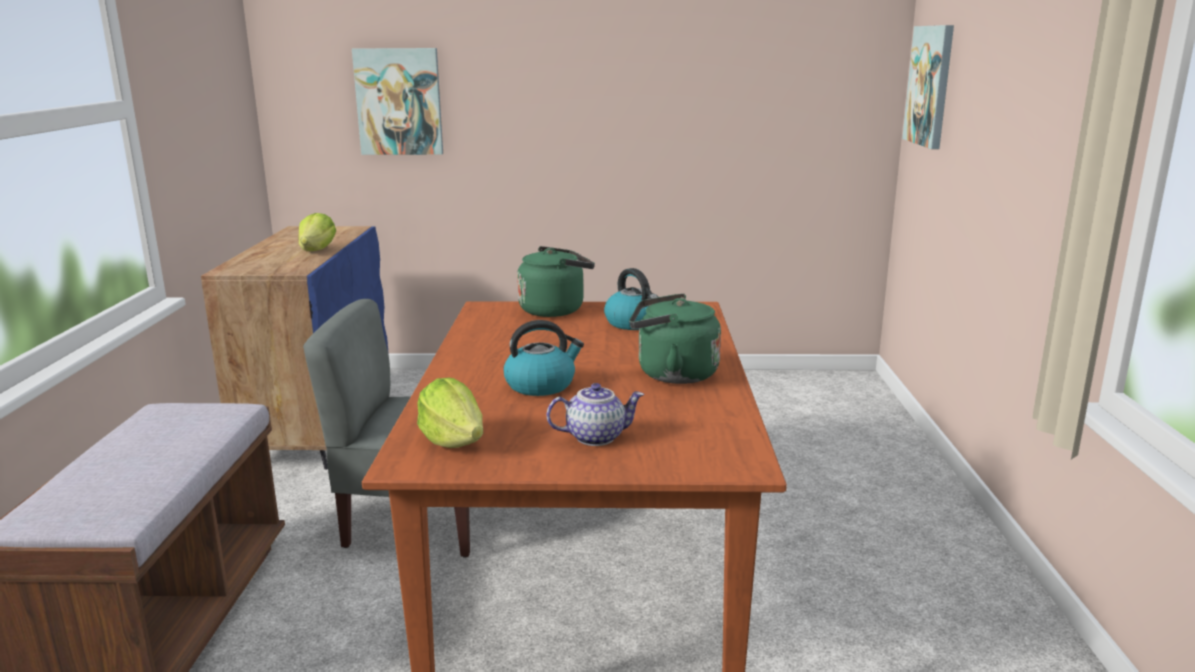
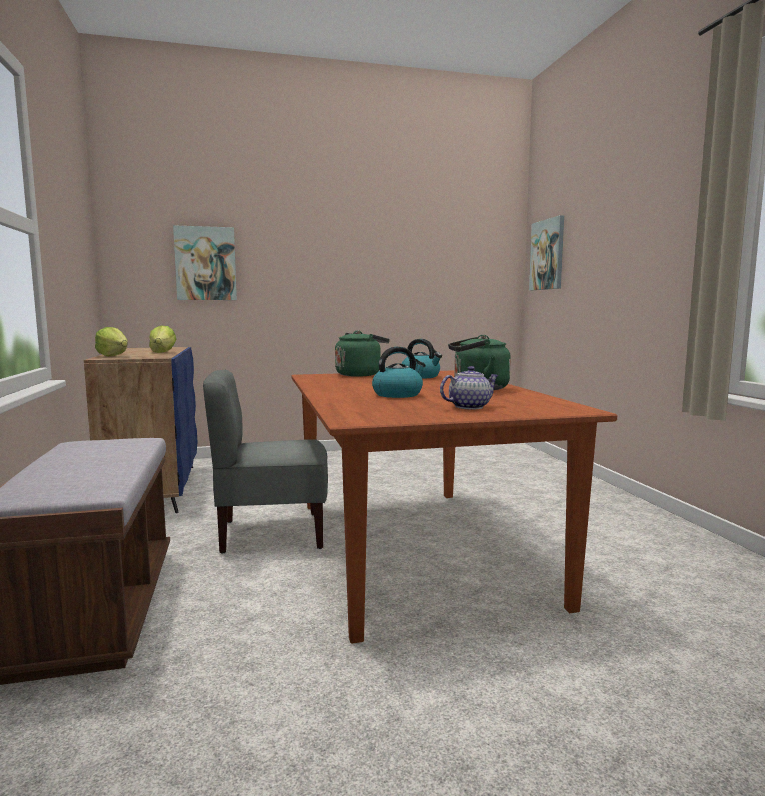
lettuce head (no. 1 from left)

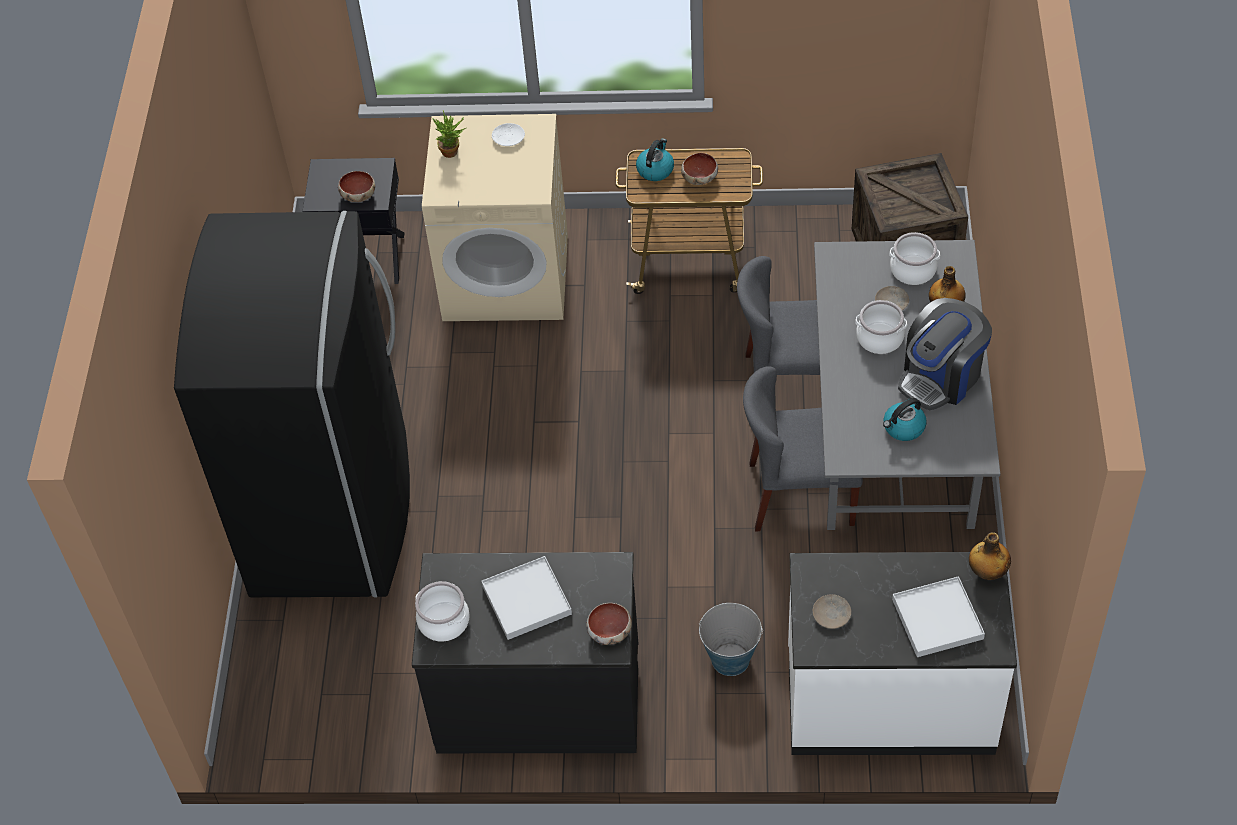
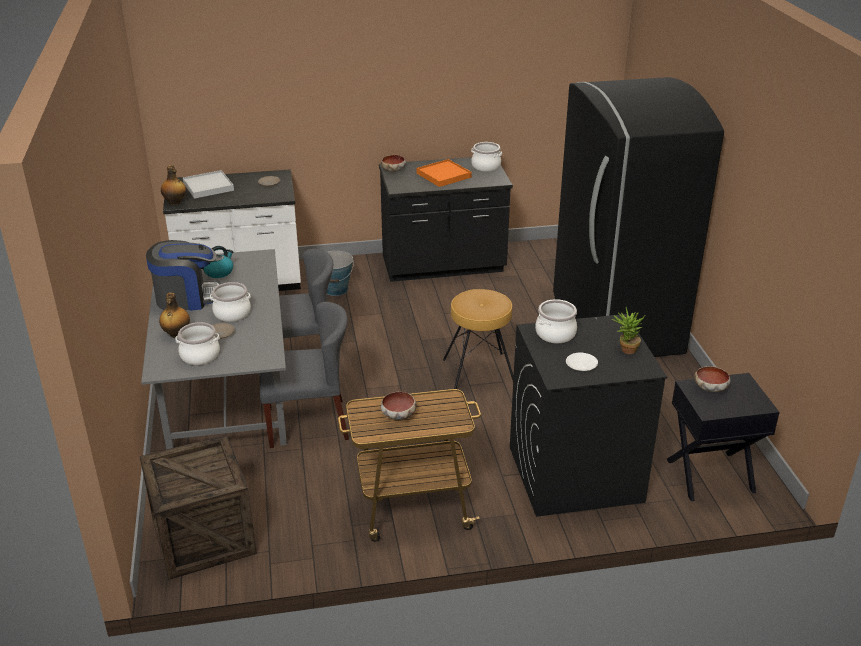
laundry machine in blackish
carrying tray in orangey
kettle (no. 1 from left in the first image)
coffee maker
sitting stool in brownish
cooking pot (no. 4 from left)

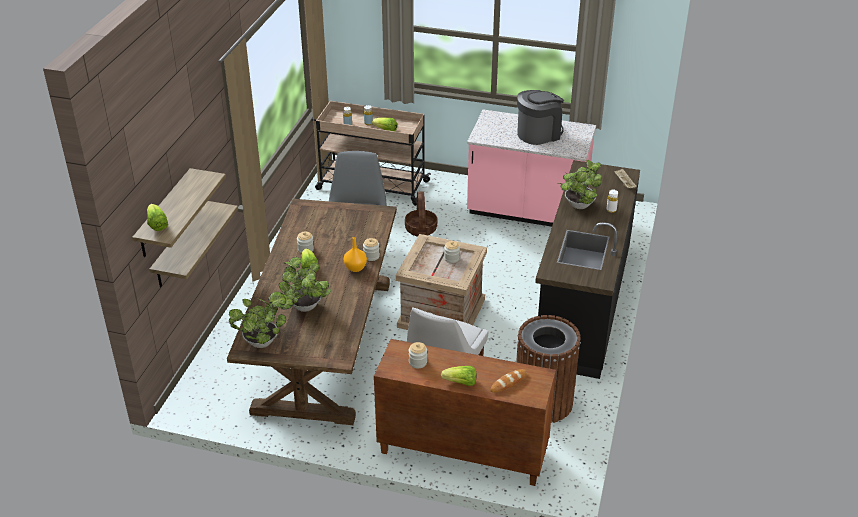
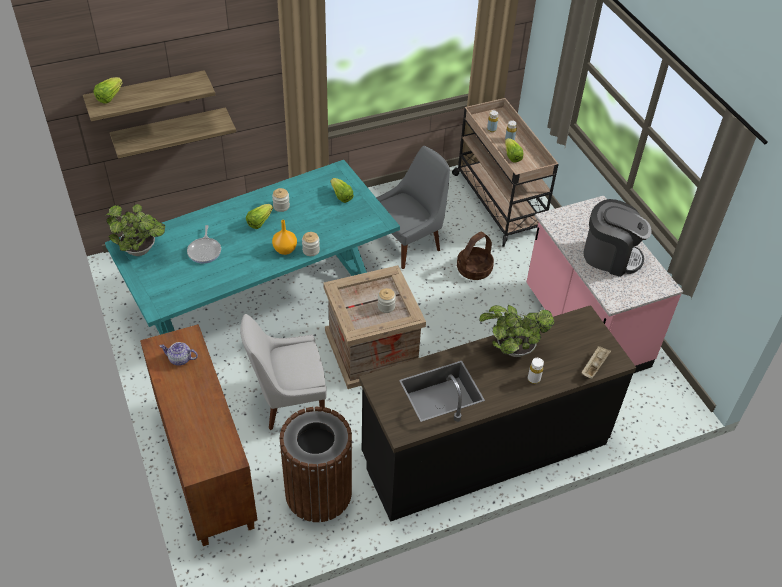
dining table in turquoise
skillet
teapot
lettuce head (no. 3 from left)
bread

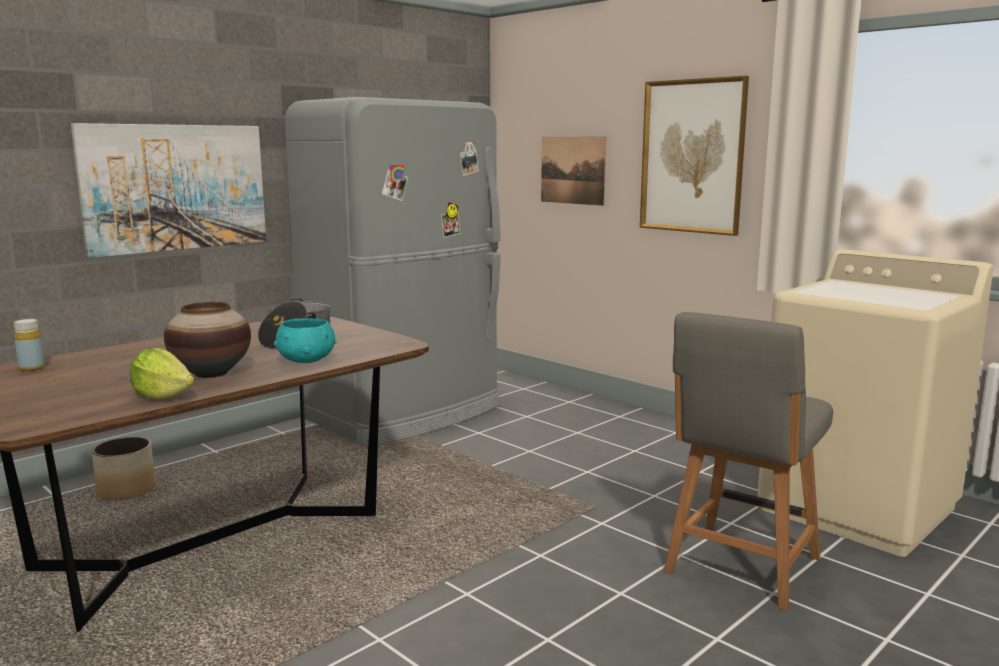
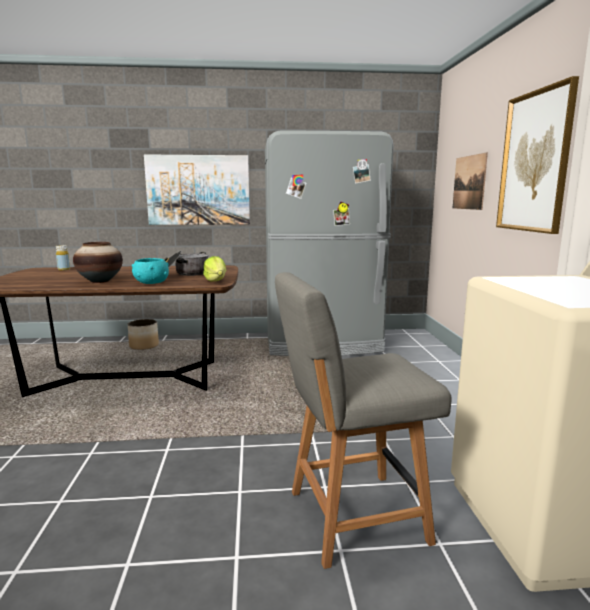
lettuce head

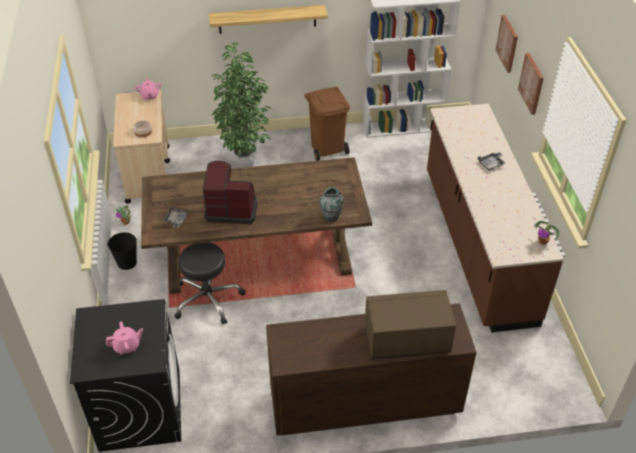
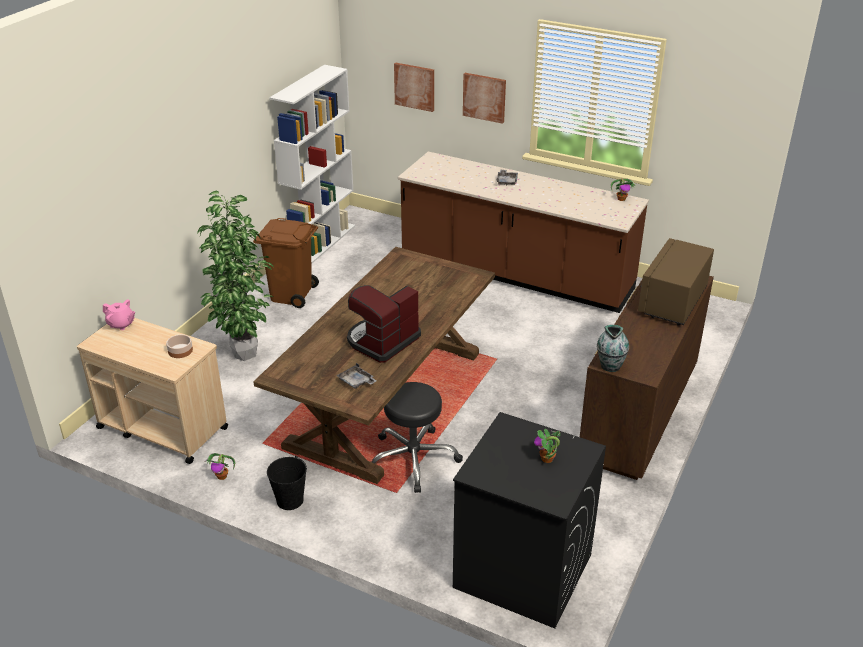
houseplant (no. 3 from left)
bracket shelf
flower vase

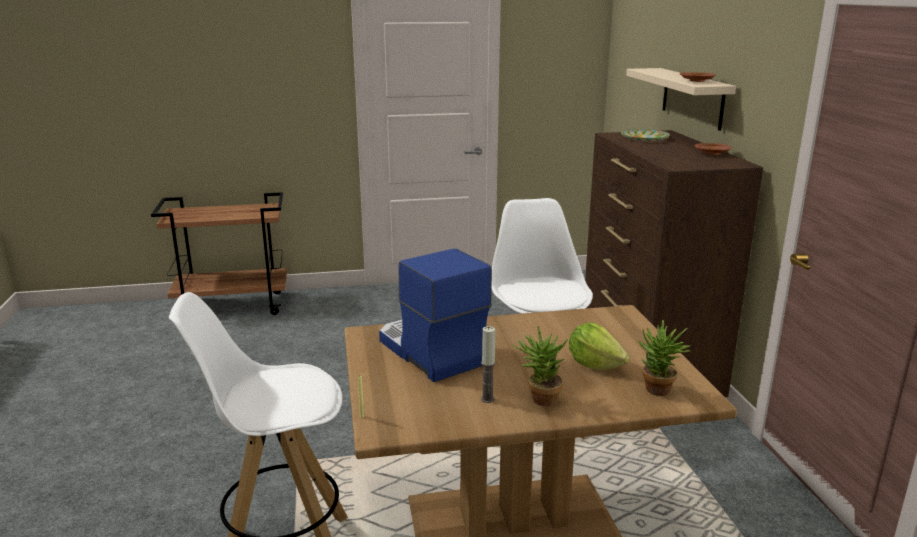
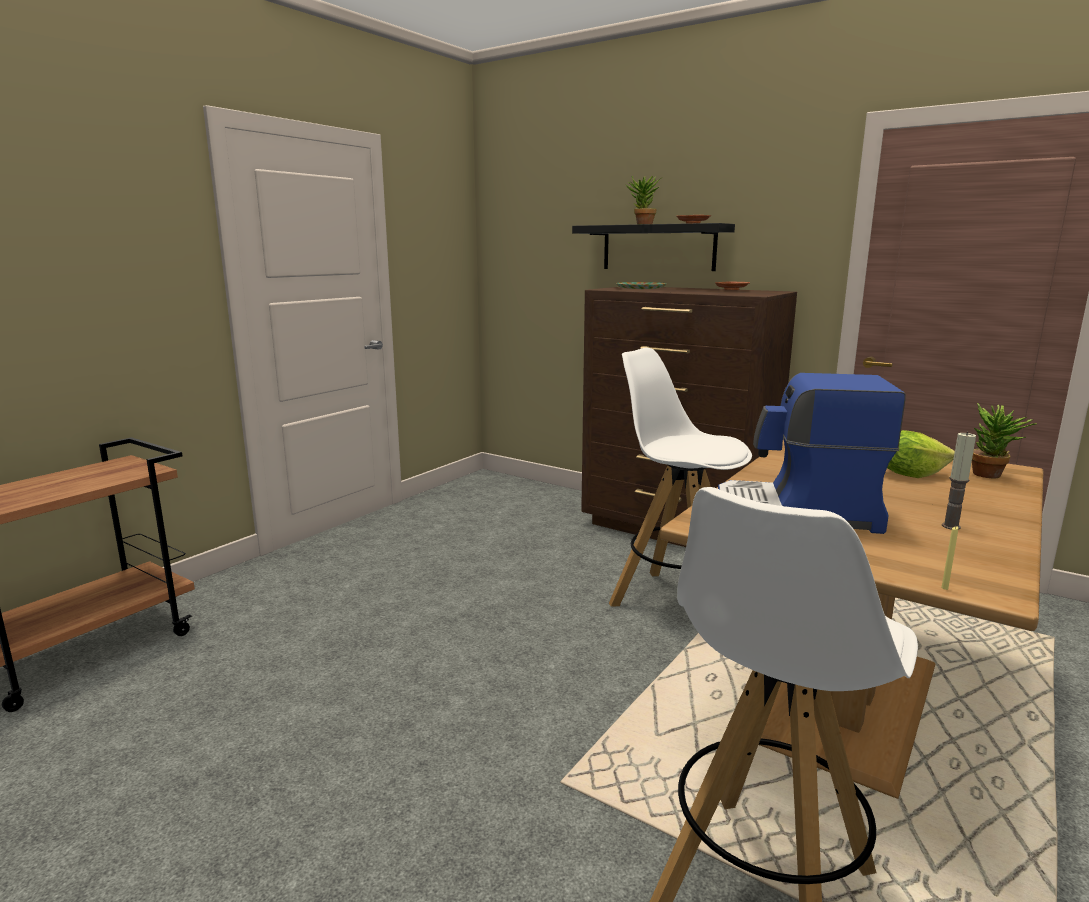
houseplant (no. 1 from left)
bracket shelf in blackish

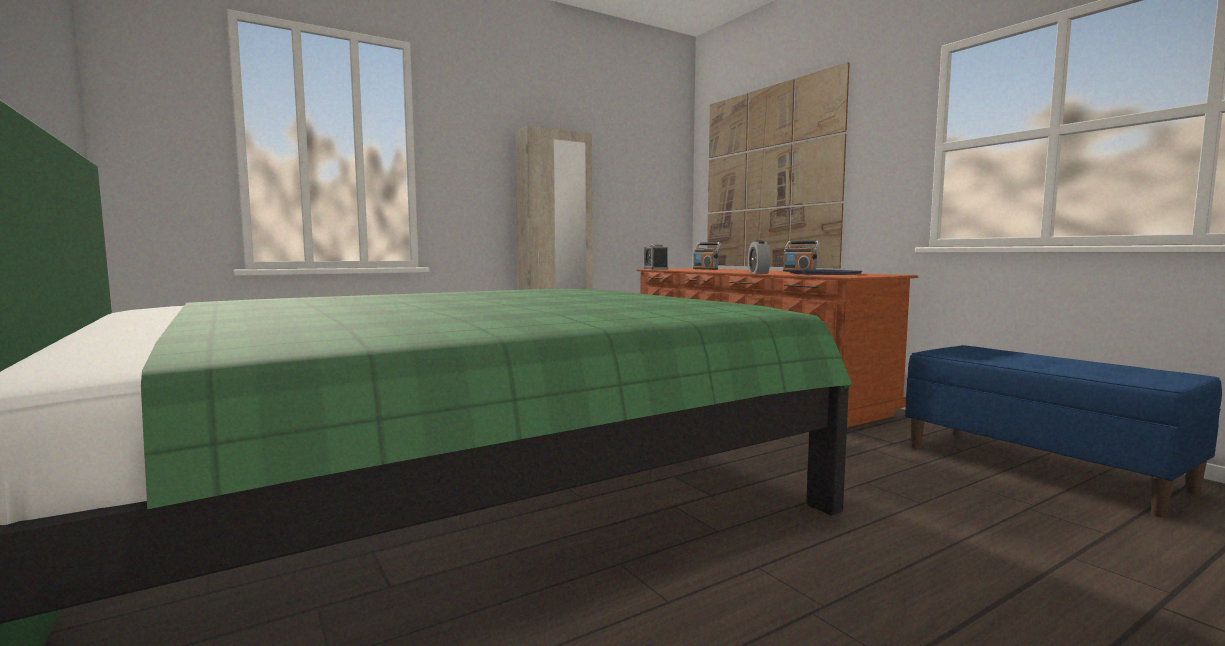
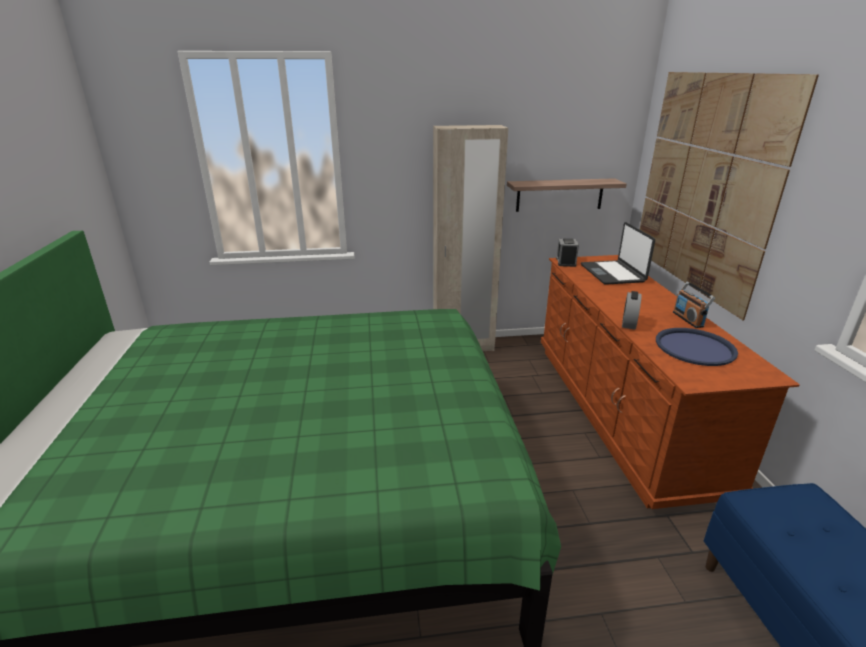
notebook computer
bracket shelf

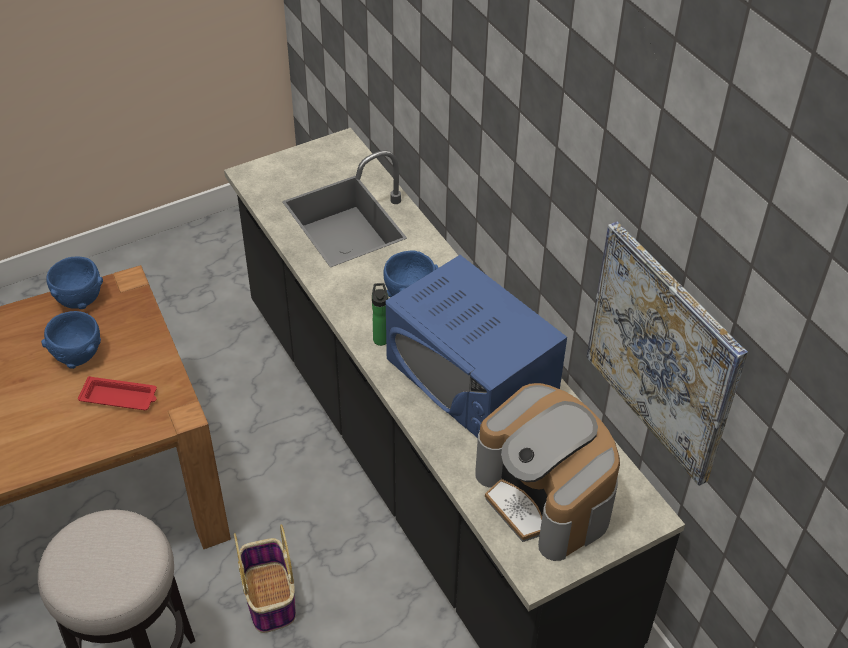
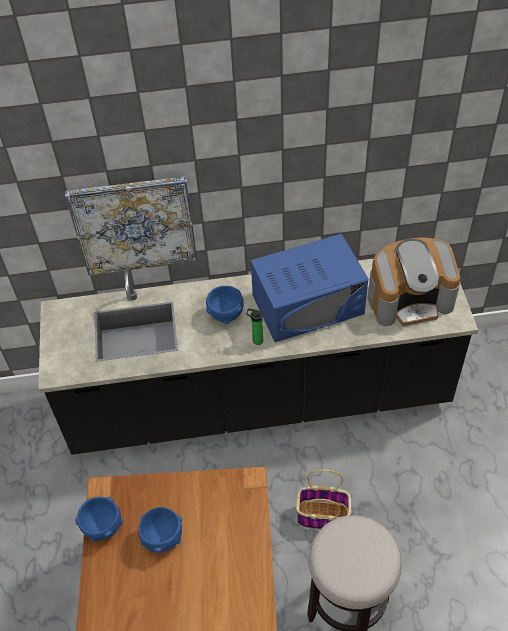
carrying tray in red-coloured
picture

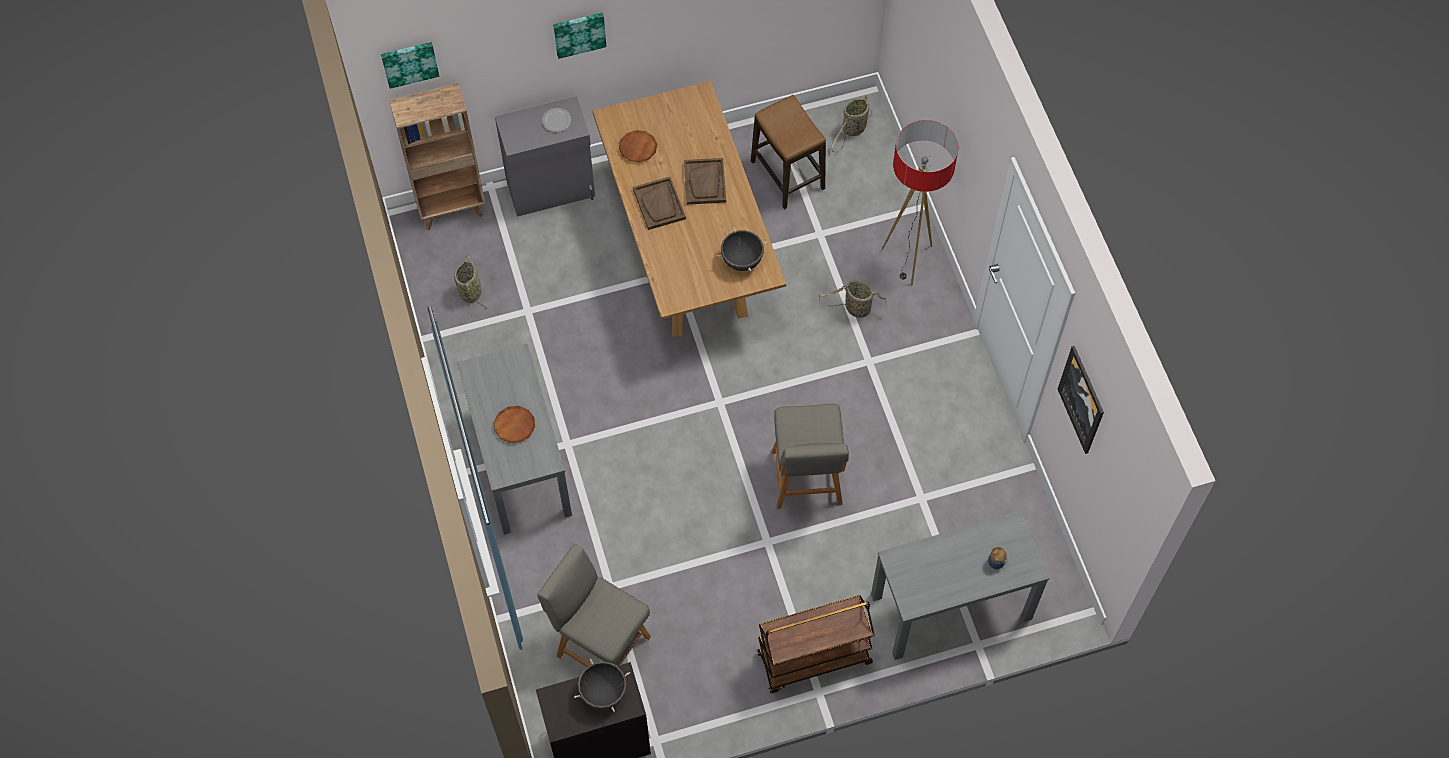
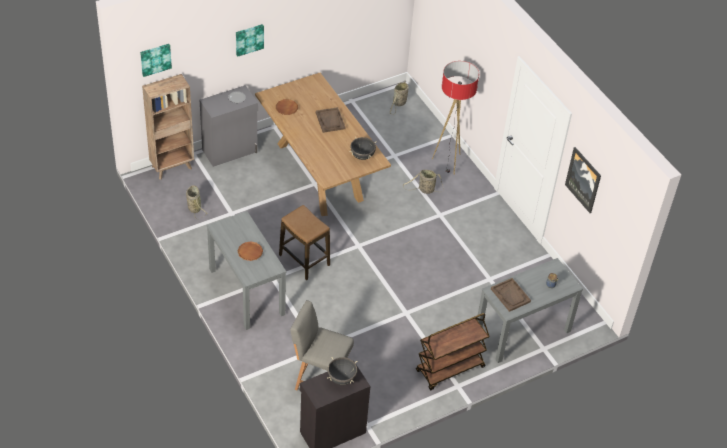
carrying tray in brownish (no. 2 from left)
sitting stool
upright chair in gray (no. 2 from left in the first image)

